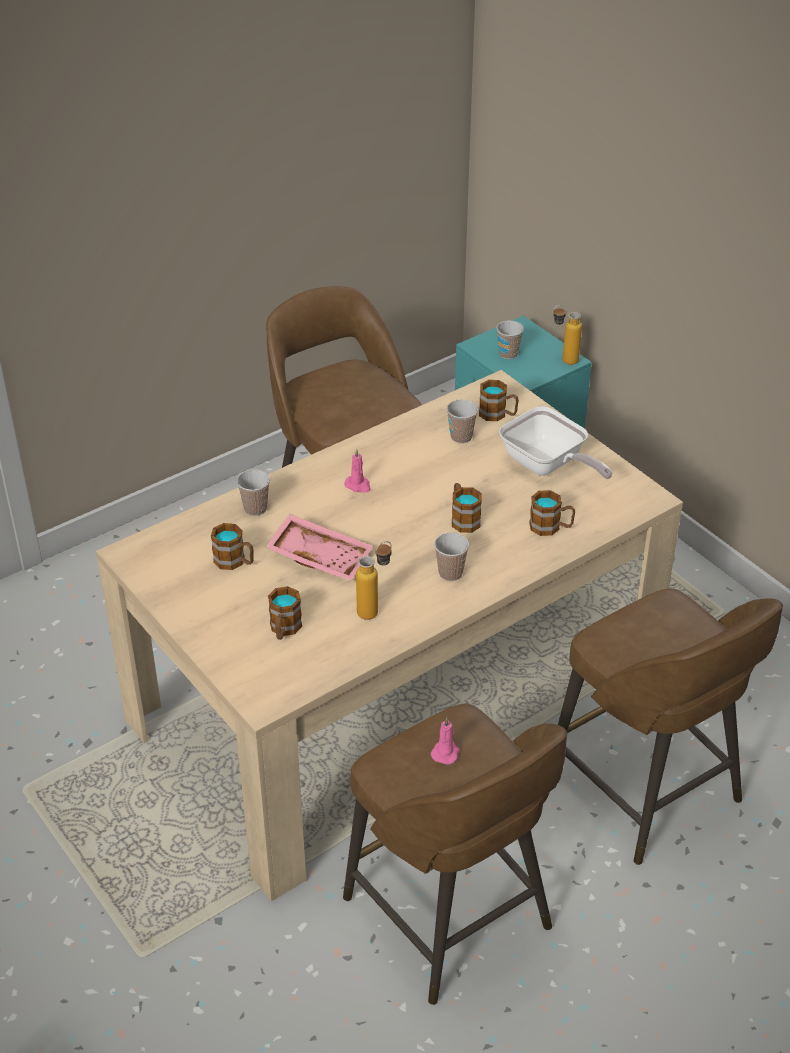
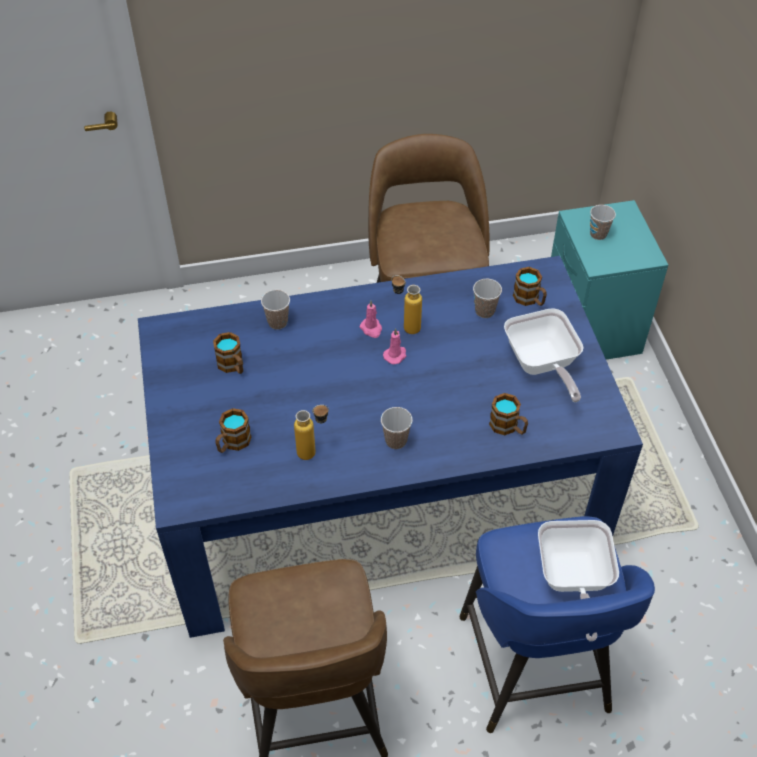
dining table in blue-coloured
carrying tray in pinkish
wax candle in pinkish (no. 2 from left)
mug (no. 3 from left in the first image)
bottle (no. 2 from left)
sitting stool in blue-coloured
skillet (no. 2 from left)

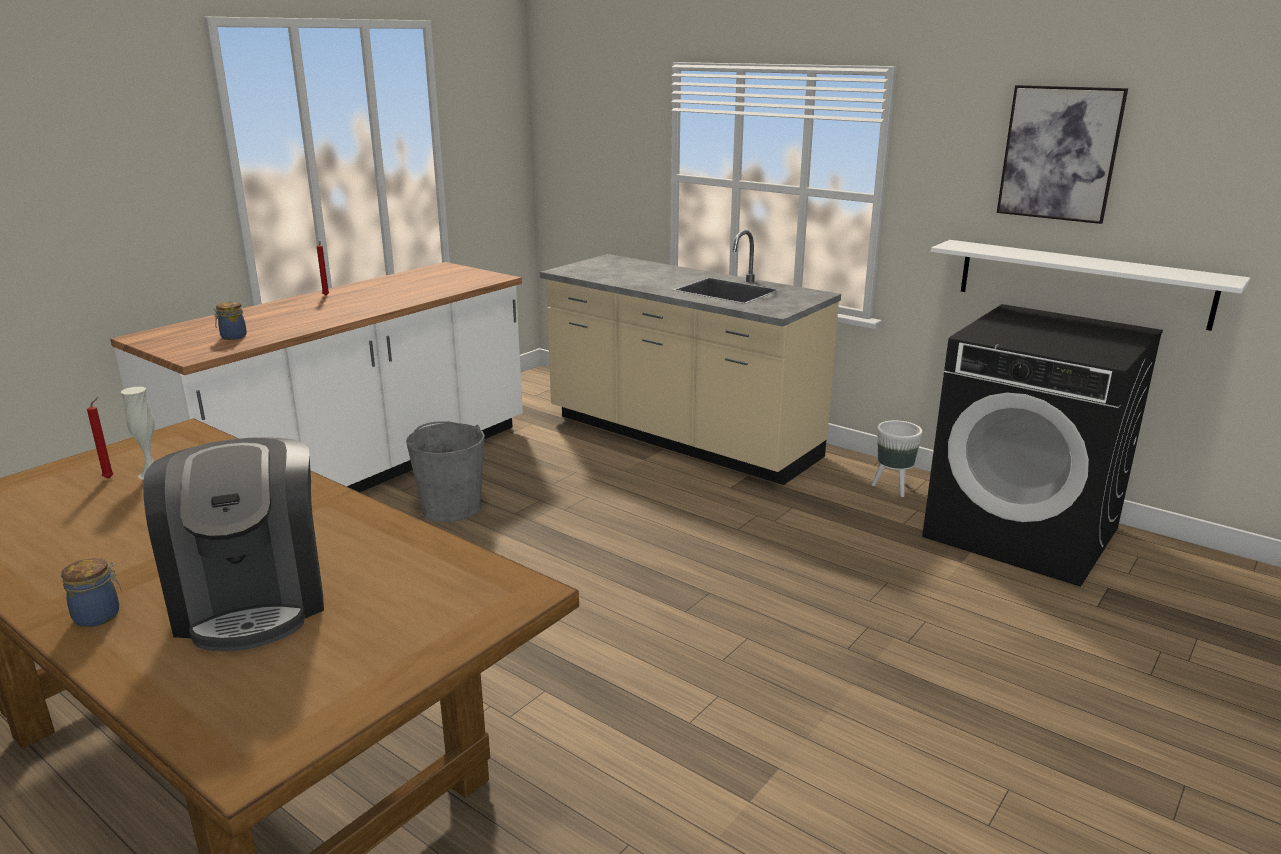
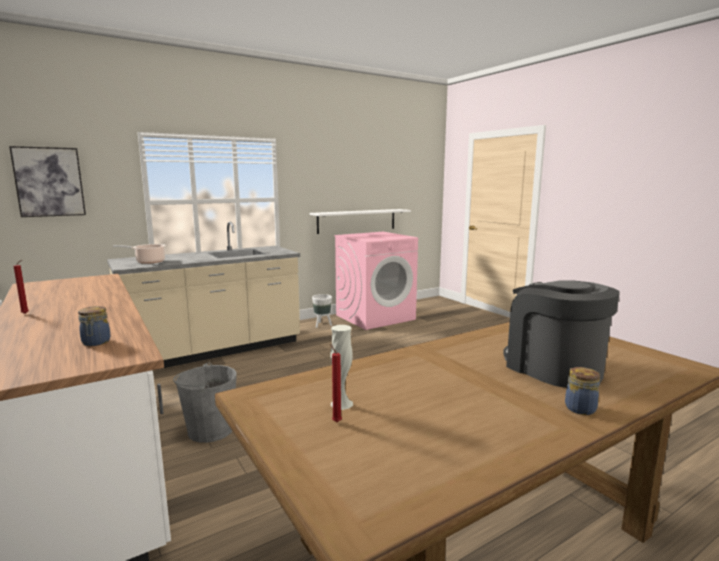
coffee maker
laundry machine in pinkish
picture
cooking pot

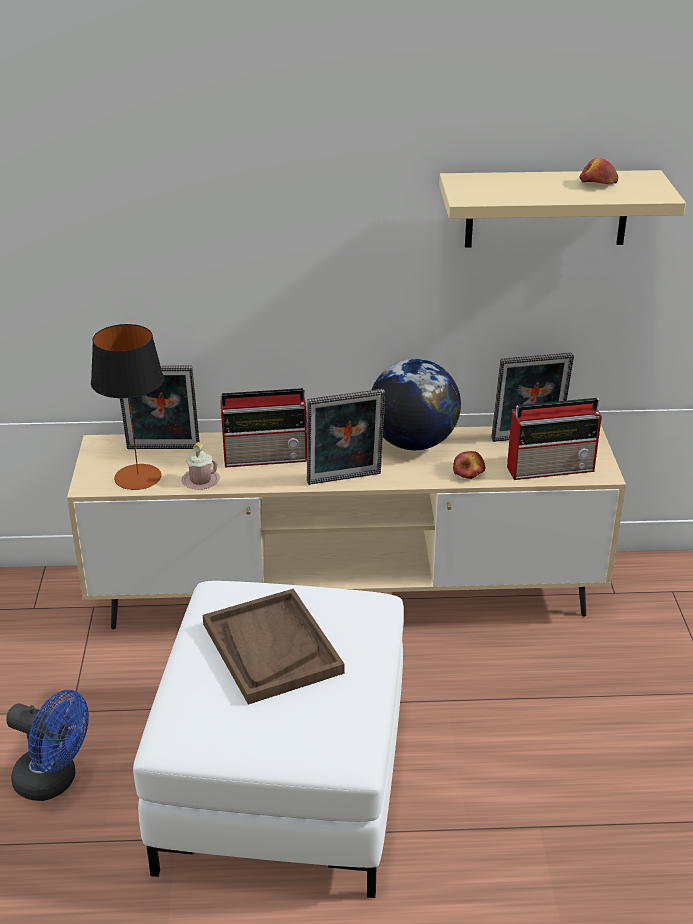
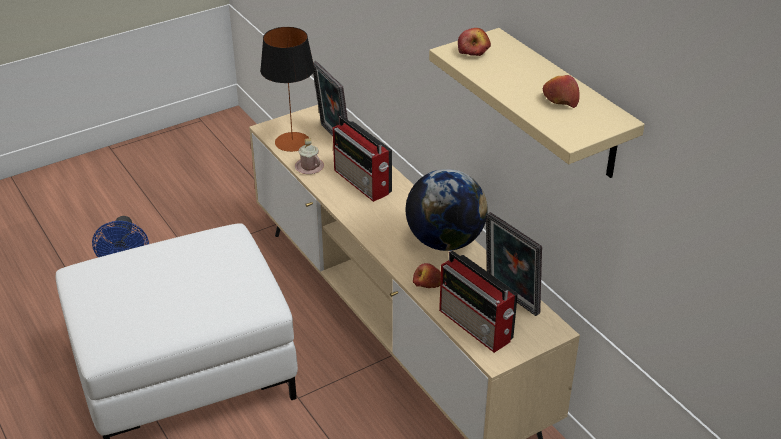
carrying tray in brownish
standing frame (no. 2 from left in the first image)
whole apple (no. 2 from left)

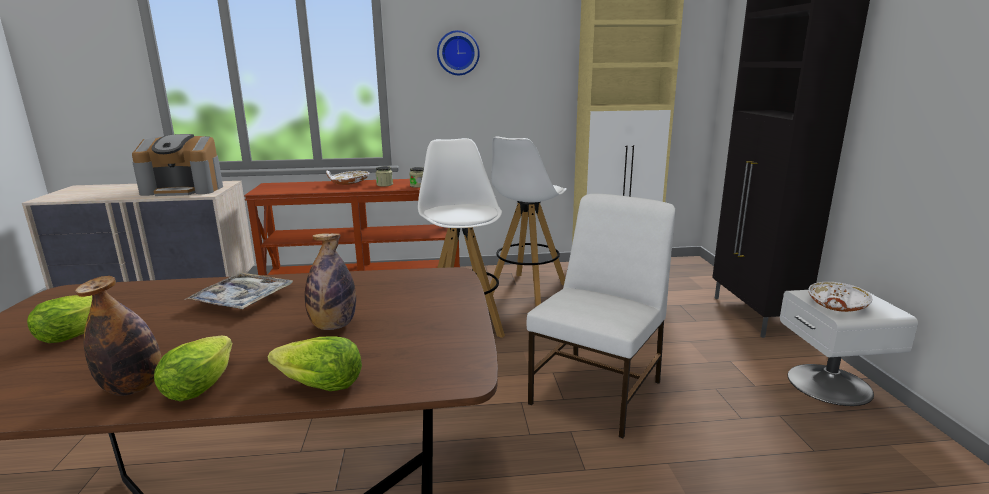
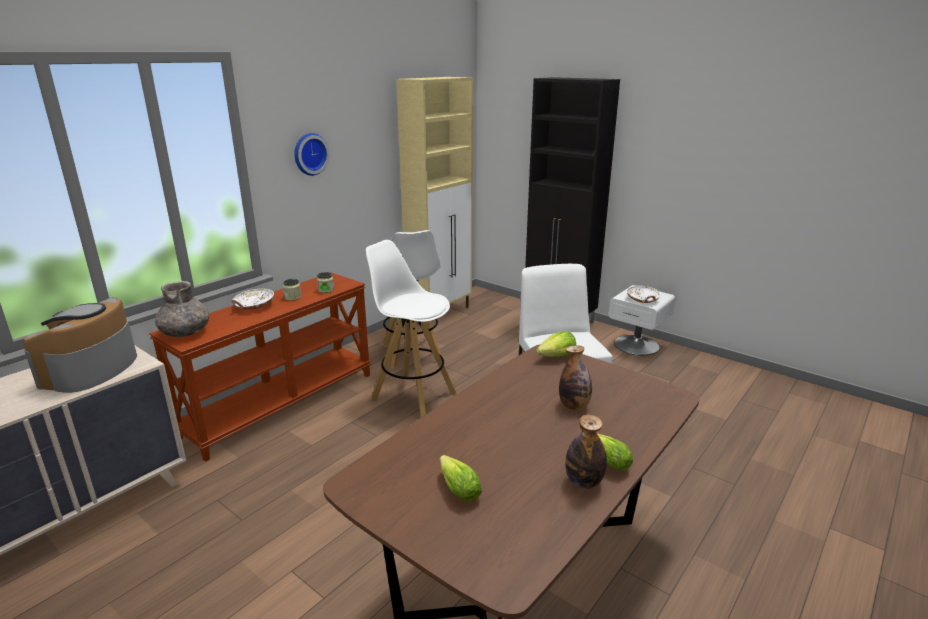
coffee maker
carrying tray
lettuce head (no. 2 from left)
flower vase in gray

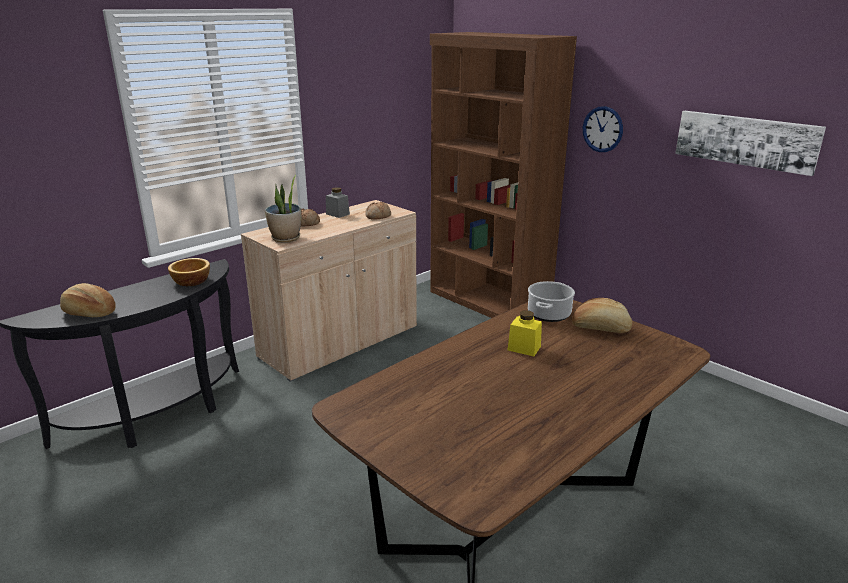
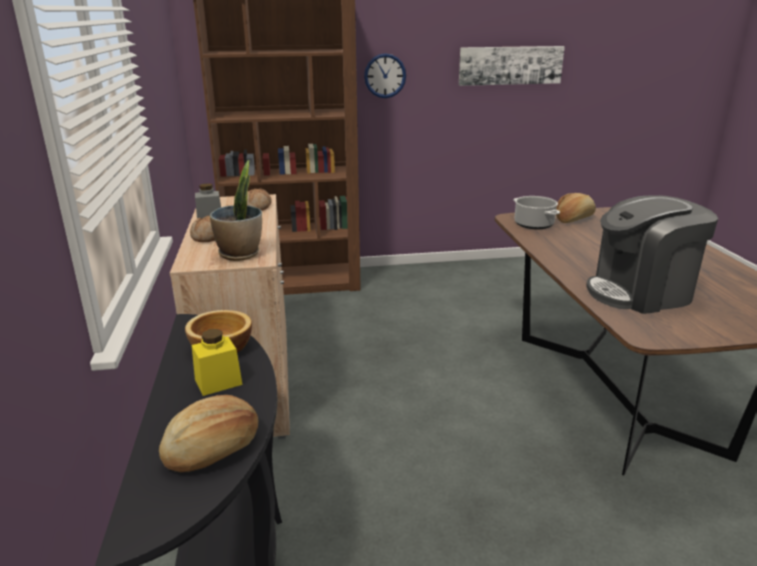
preserve jar in yellow
coffee maker

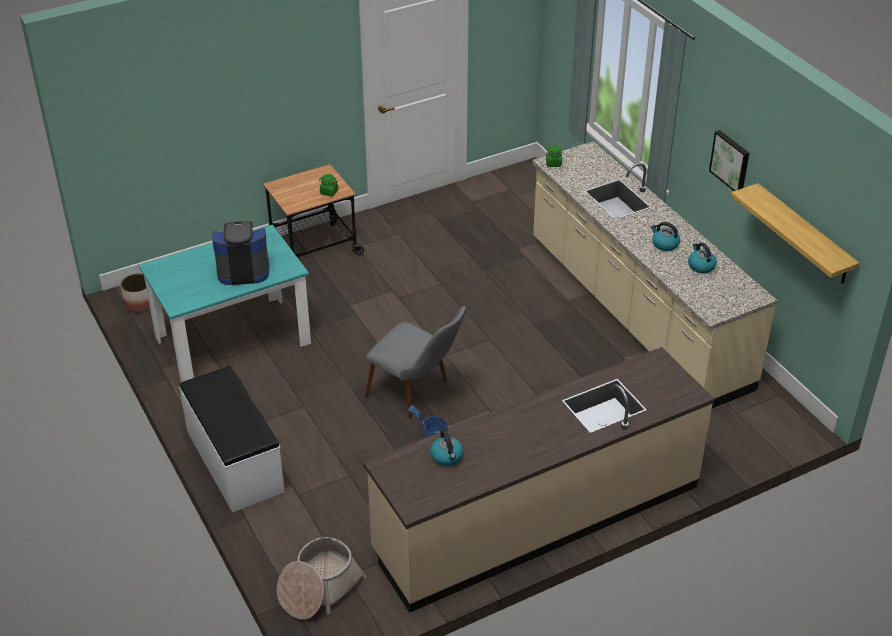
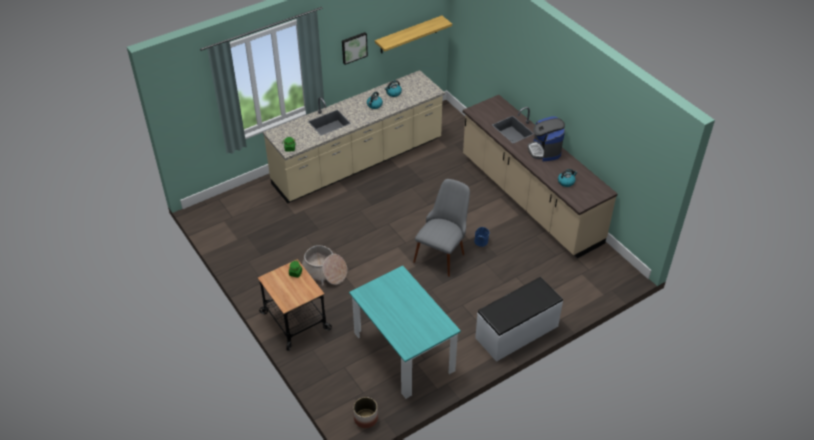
coffee maker
basket

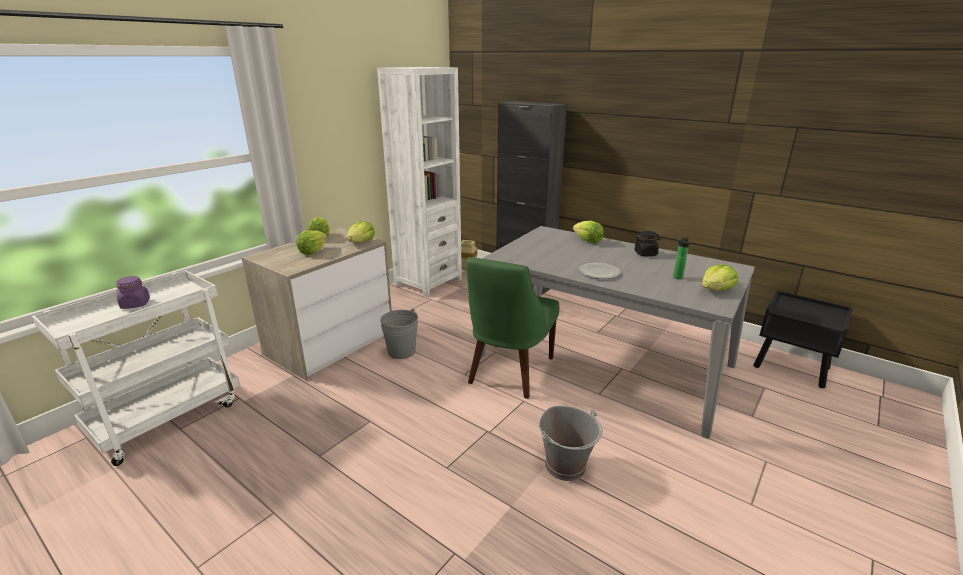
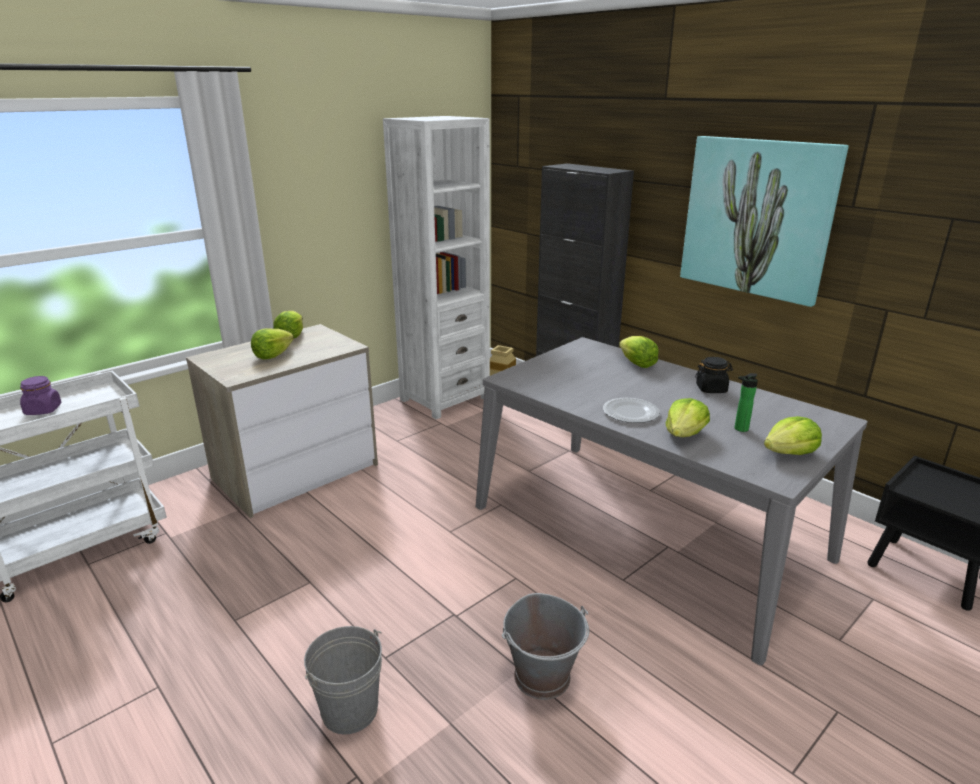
lettuce head (no. 4 from left)
pail in gray (no. 1 from left)
upright chair in green
picture

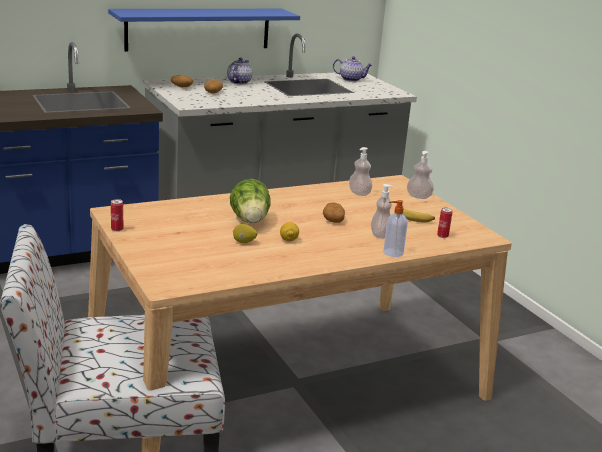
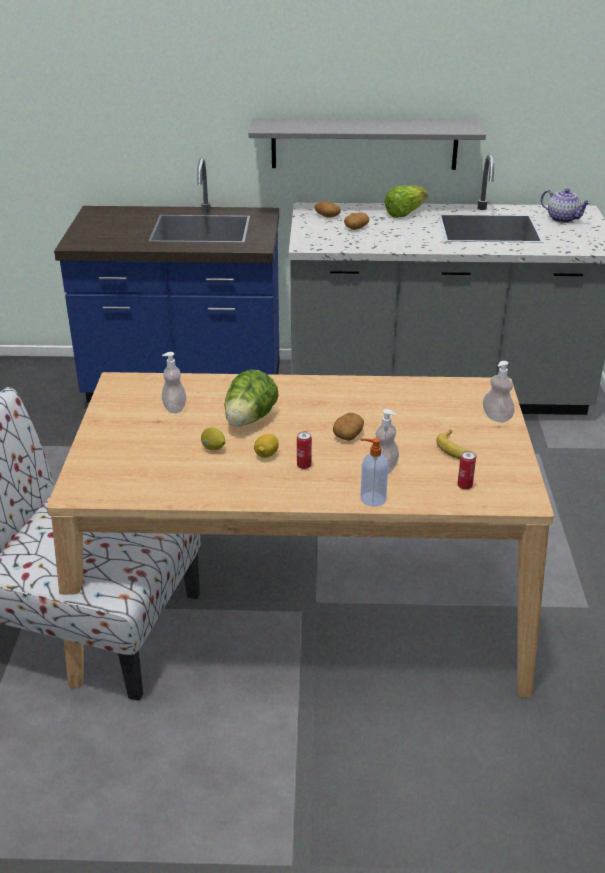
bracket shelf in gray
metal can (no. 1 from left)
lettuce head (no. 2 from left)
liquid soap bottle (no. 1 from left)

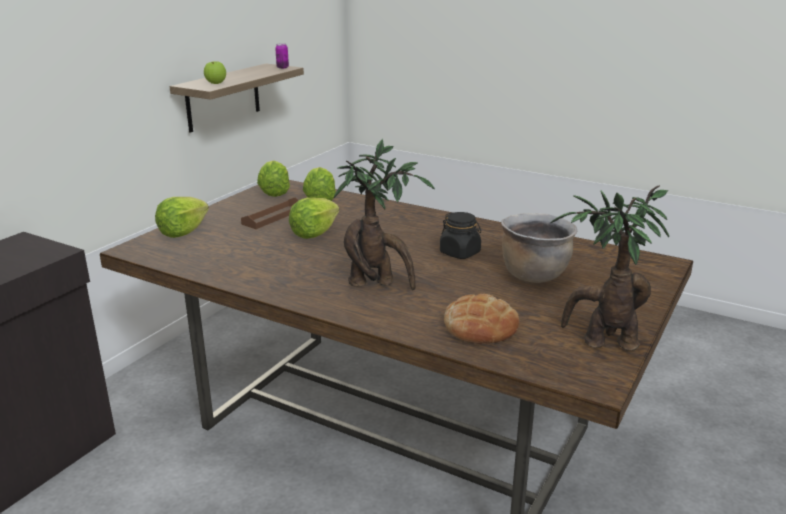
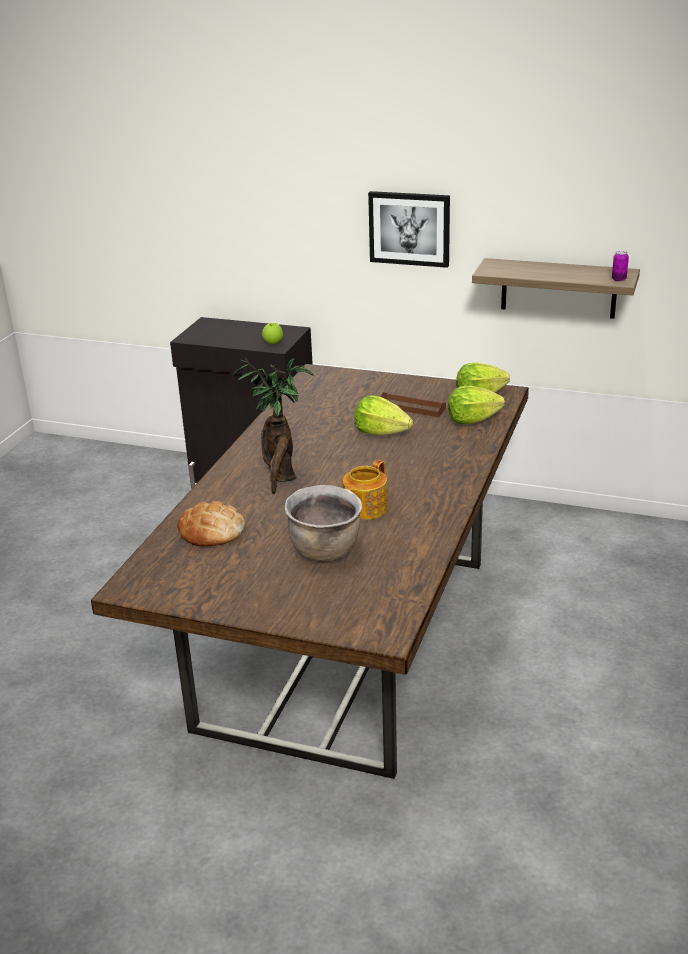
lettuce head (no. 1 from left in the first image)
whole apple
teapot
houseplant (no. 2 from left in the first image)
picture

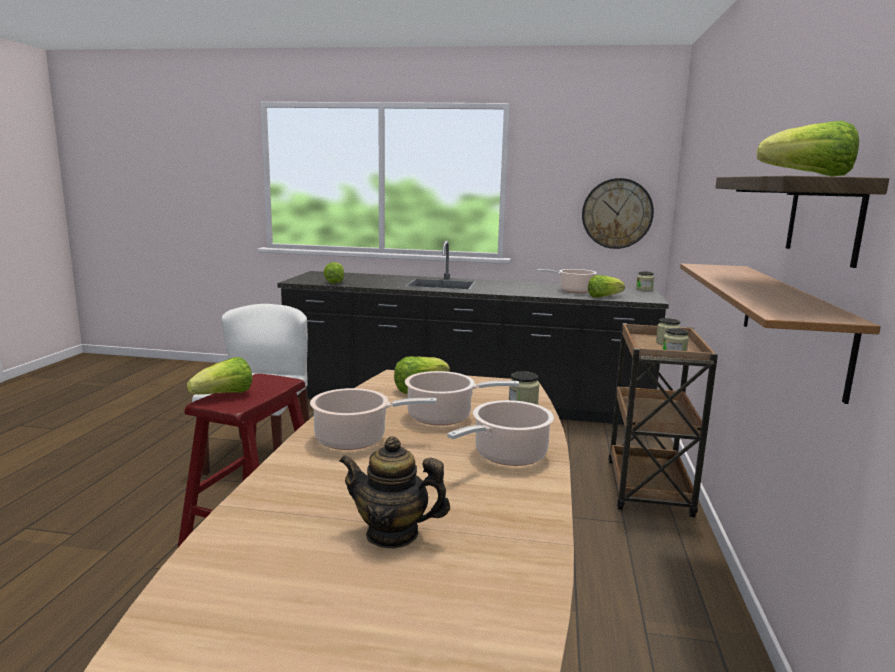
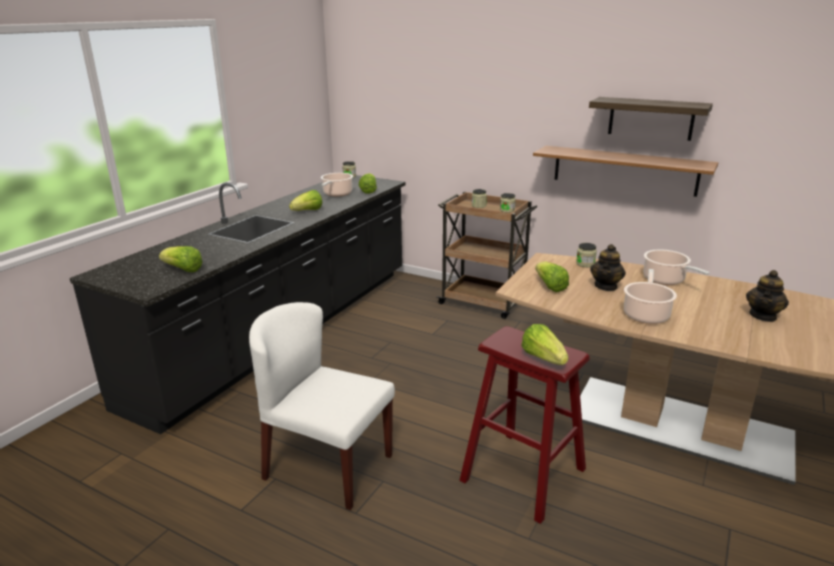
teapot (no. 1 from left)
clock on the wall
lettuce head (no. 2 from left)

